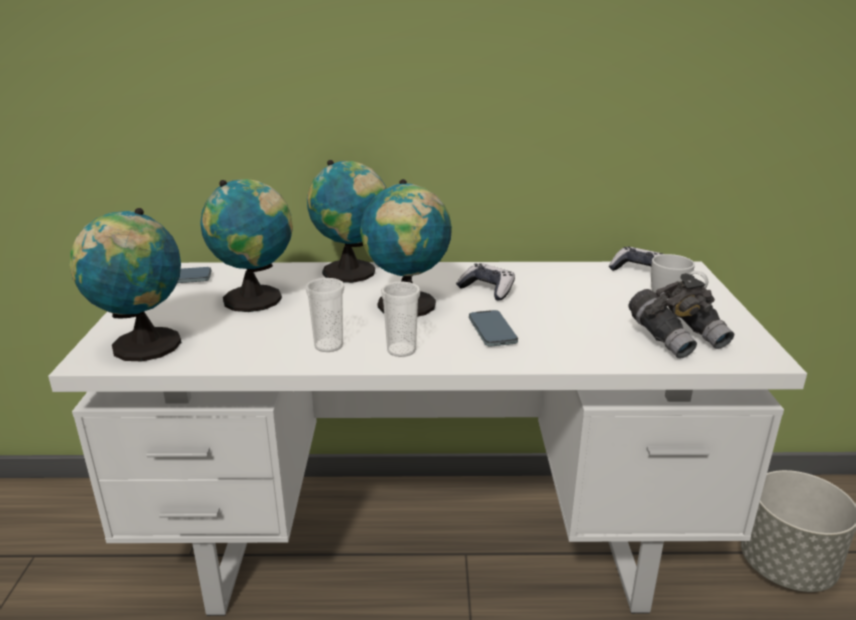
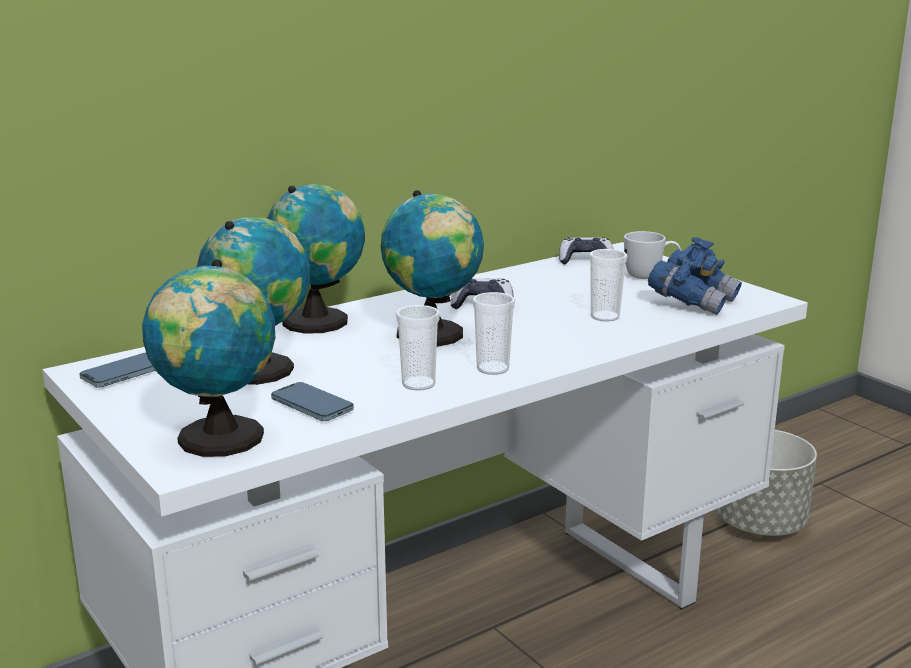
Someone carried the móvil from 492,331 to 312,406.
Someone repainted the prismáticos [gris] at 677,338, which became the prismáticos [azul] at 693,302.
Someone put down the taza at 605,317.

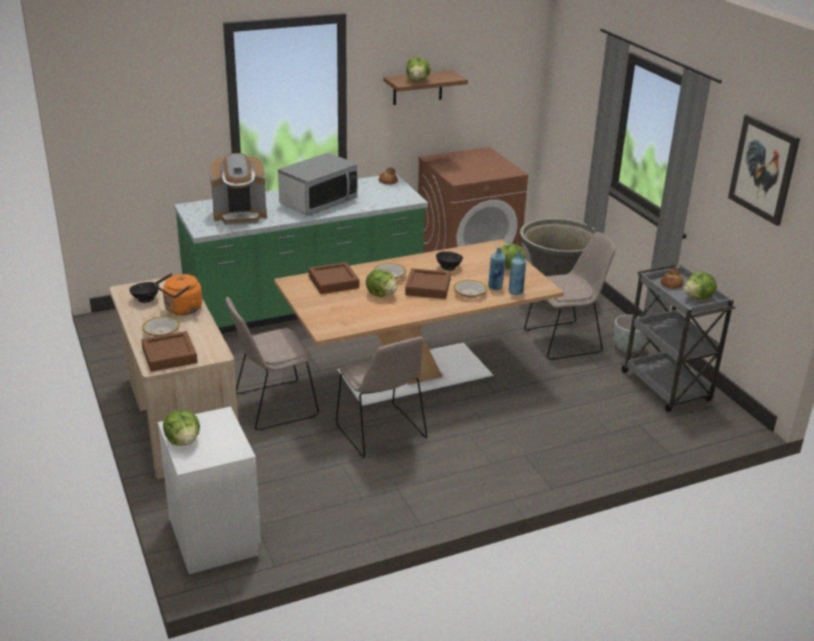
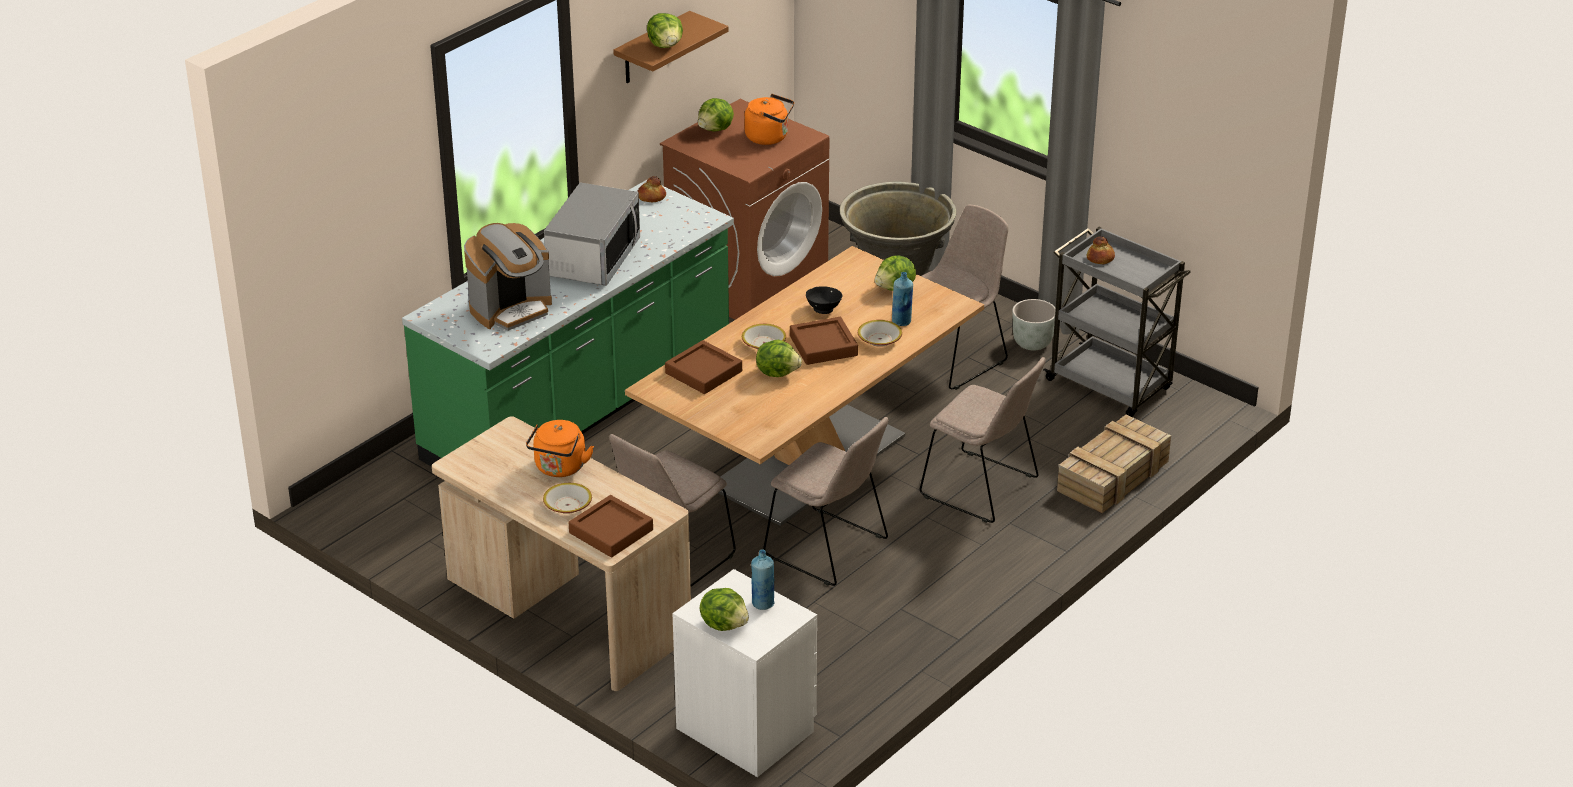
Someone took away the cuenco [negro] at 146,299.
Someone carried the botella [azul] from 515,292 to 763,603.
Someone carried the lechuga from 698,298 to 715,129.
Someone took away the cuadro at 763,169.
Someone put down the hervidor [naranja] at 769,137.
Someone put down the silla [beis] at 982,489.
Someone put down the caja de embalaje at 1112,477.

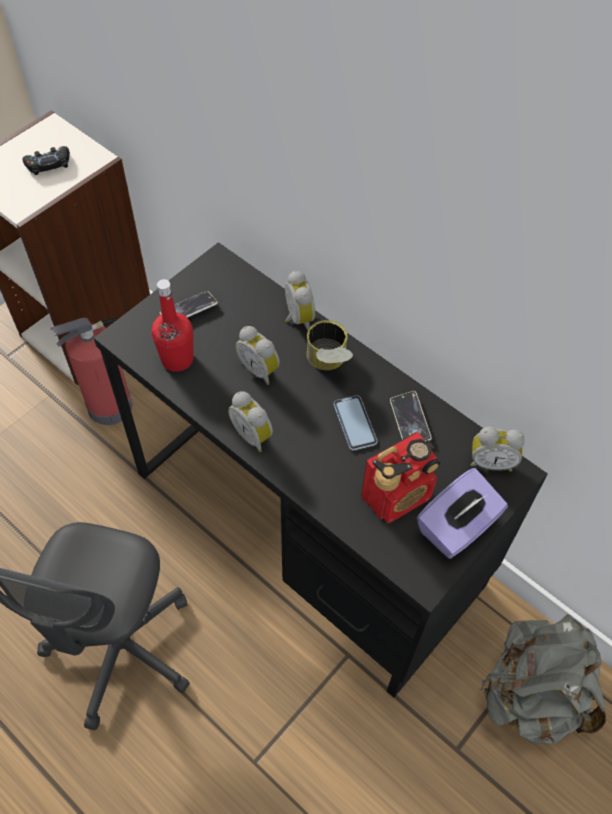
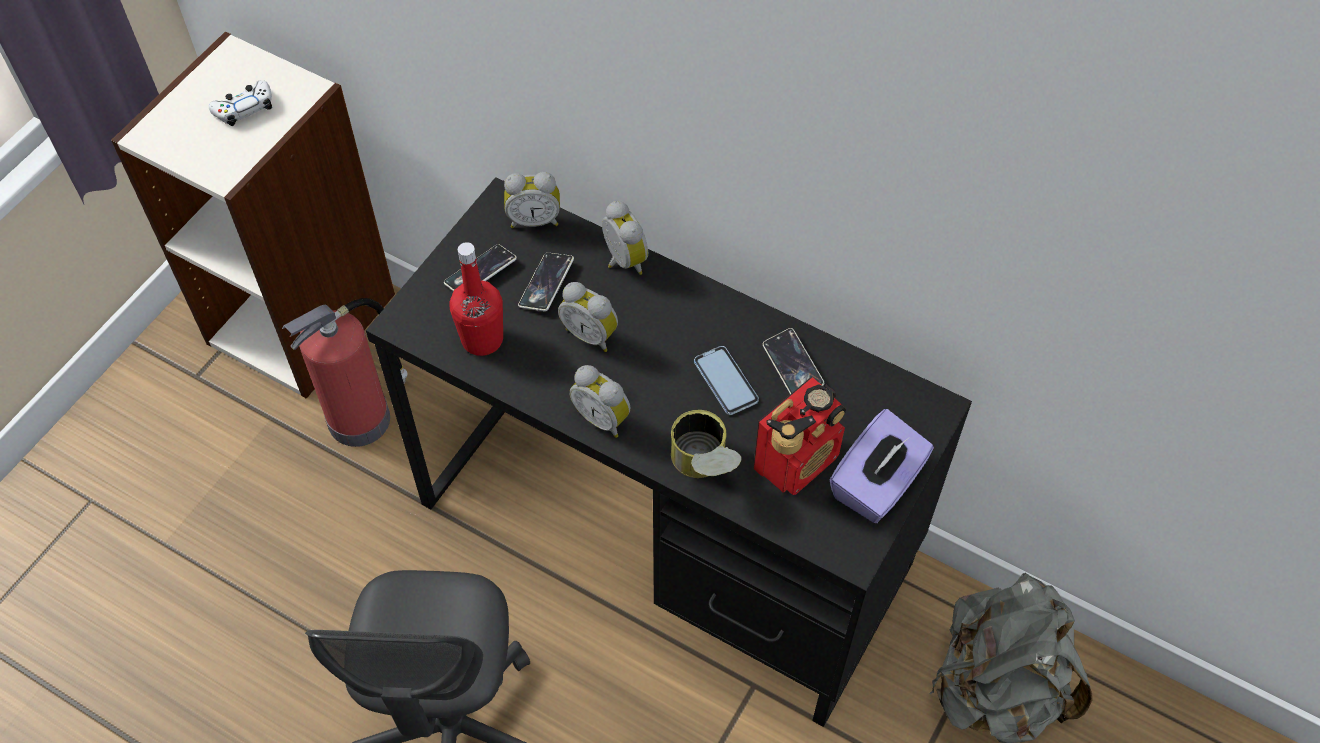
Someone repainted the mando de consola [negro] at 49,164, which became the mando de consola [blanco] at 244,108.
Someone carried the lata from 328,364 to 704,468.
Someone carried the despertador from 491,462 to 534,219.
Someone put down the móvil at 546,284.

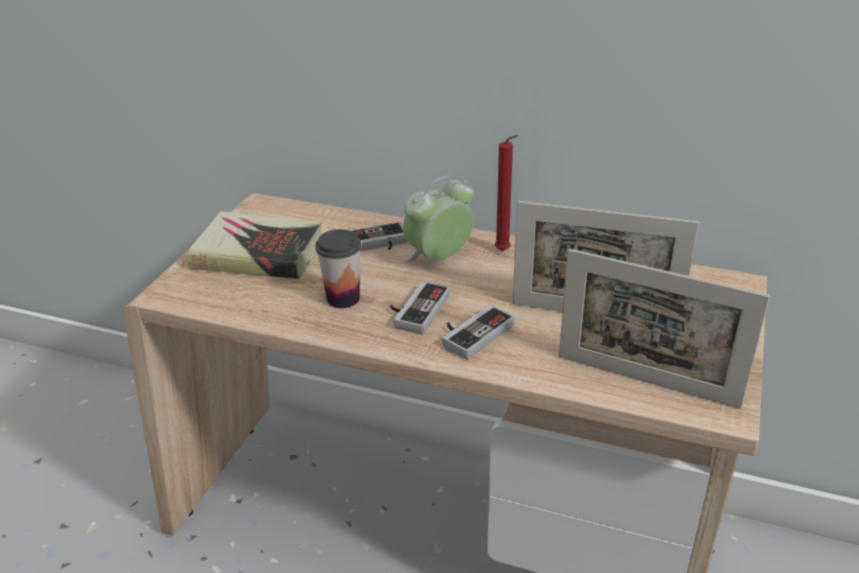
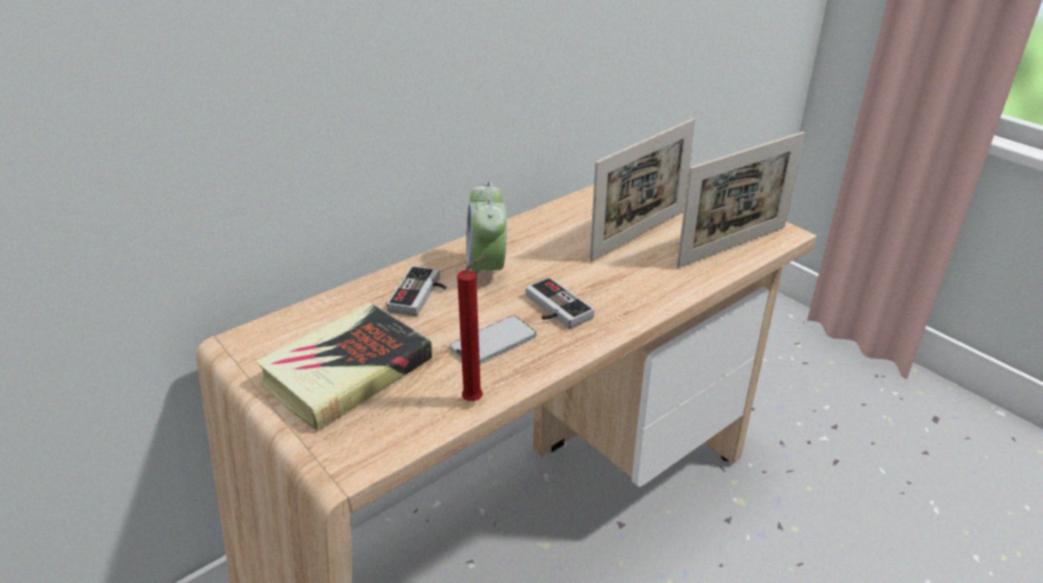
Someone swapped the taza at 343,298 for the móvil at 493,342.
Someone took away the mando de consola at 472,332.
Someone carried the vela [rojo] from 504,252 to 476,400.

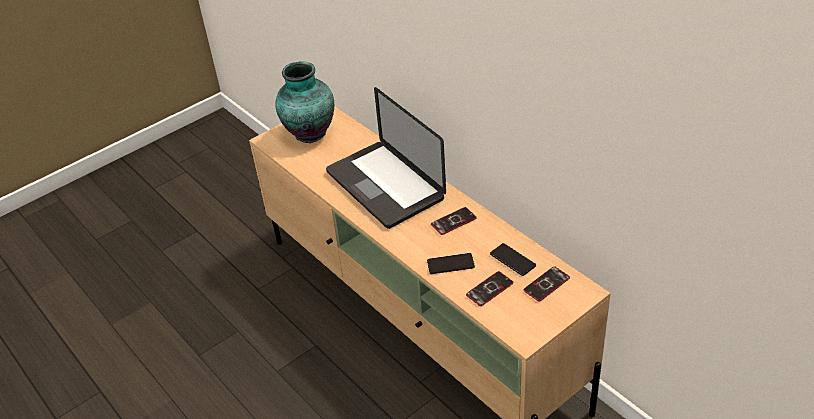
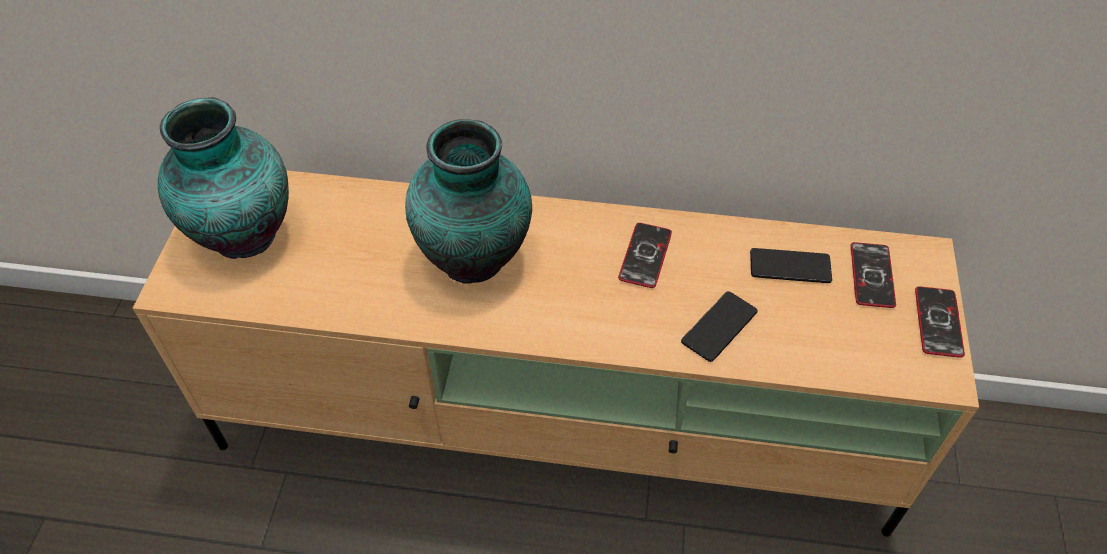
Someone swapped the portátil at 385,185 for the florero at 476,257.
Someone carried the móvil from 489,289 to 938,322.

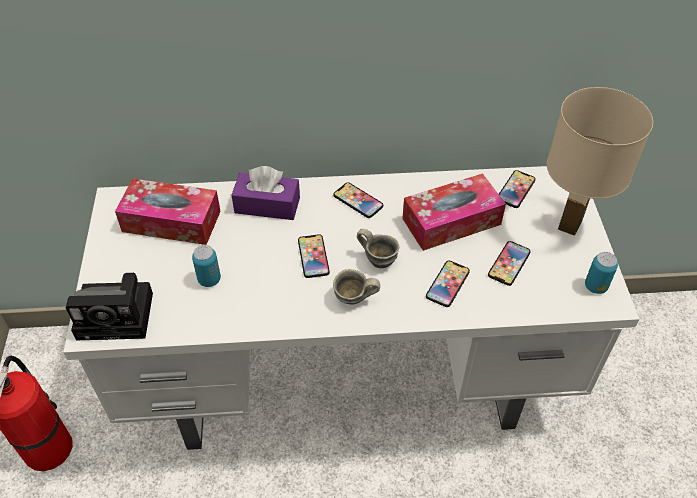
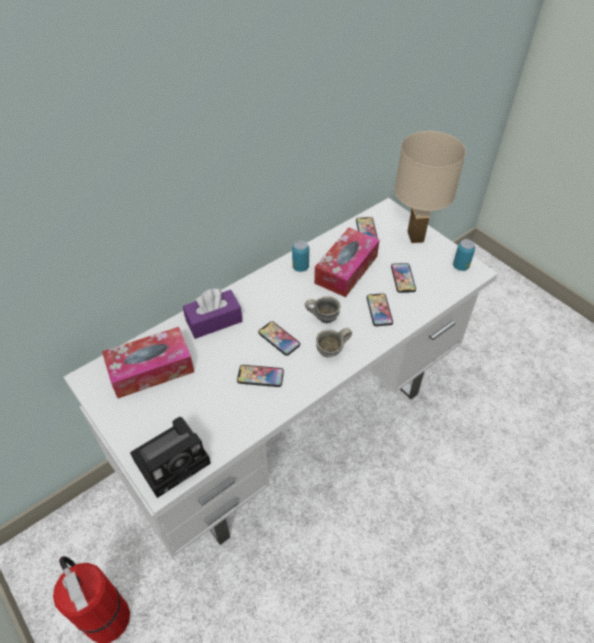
Someone carried the lata from 209,279 to 300,267.
Someone carried the móvil from 358,201 to 260,376.

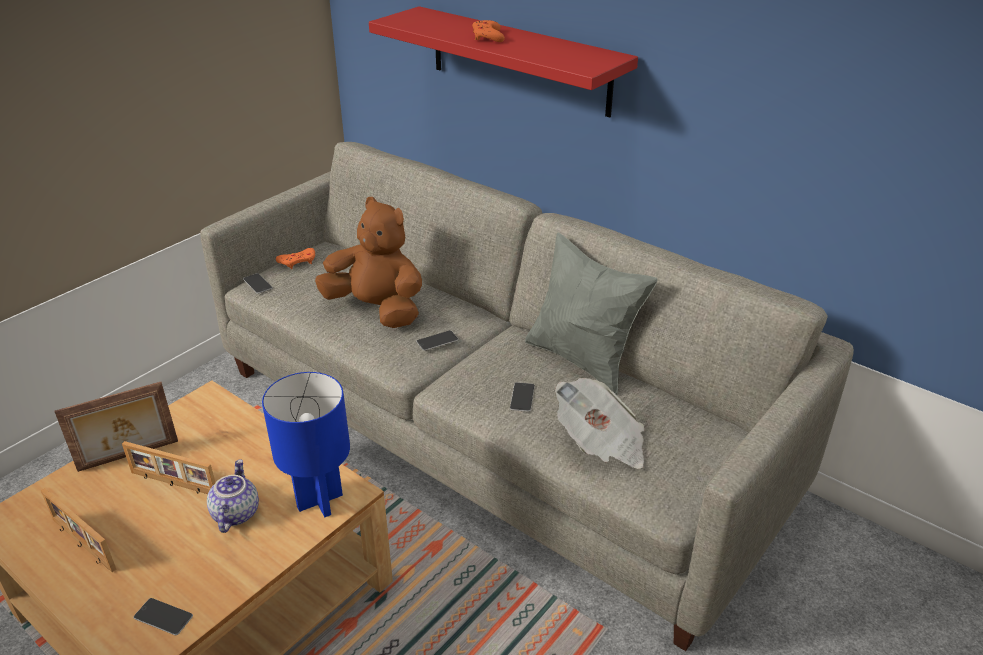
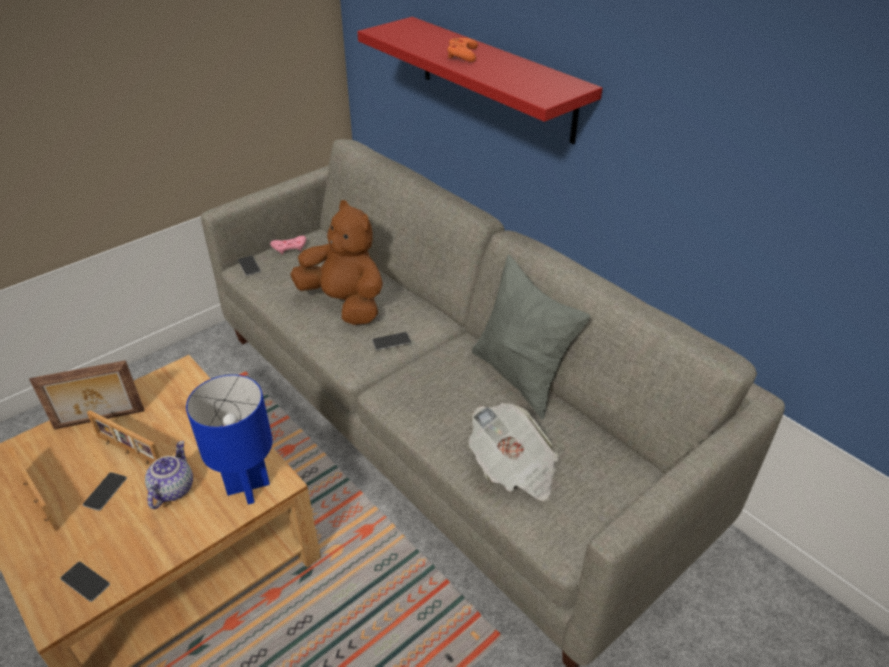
Someone repainted the mando de consola [naranja] at 298,261, which became the mando de consola [rosa] at 289,247.
Someone carried the móvil from 522,397 to 105,491.

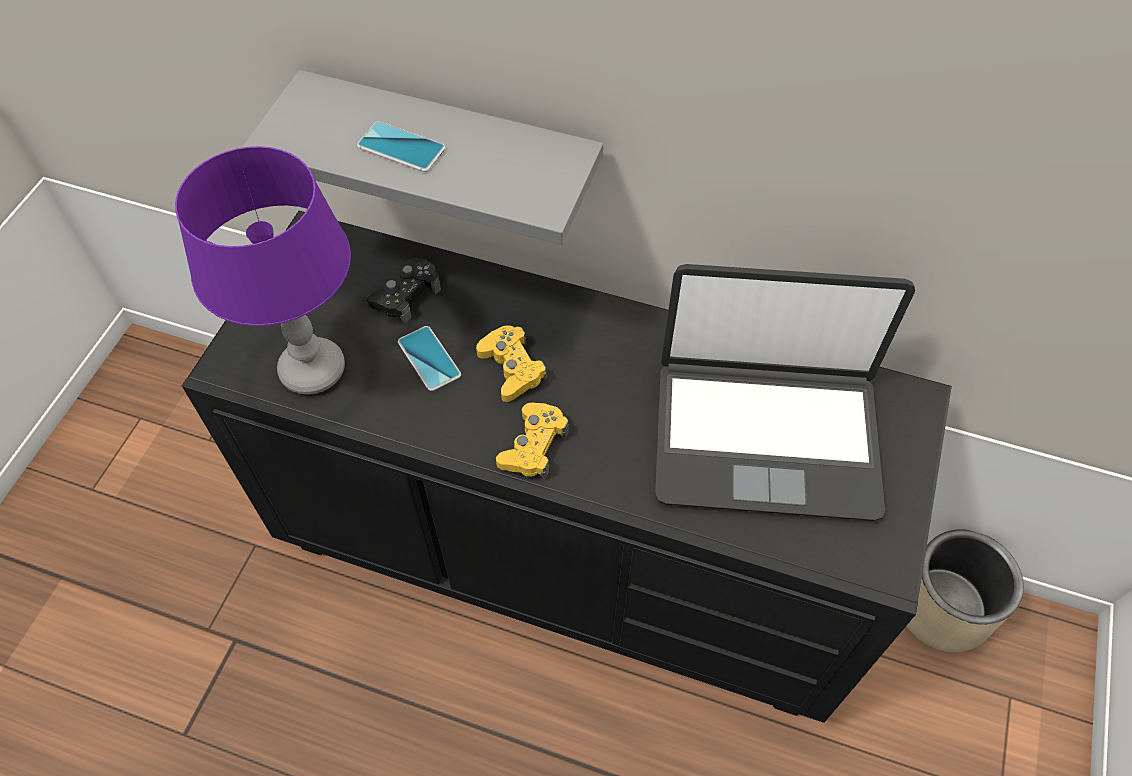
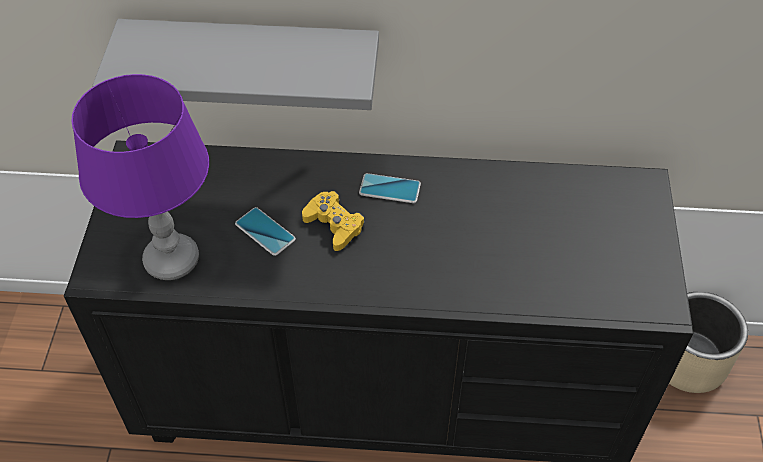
Someone carried the móvil from 401,147 to 390,189.
Someone took away the mando de consola [negro] at 406,295.
Someone took away the mando de consola [amarillo] at 533,446.
Someone took away the portátil at 765,437.

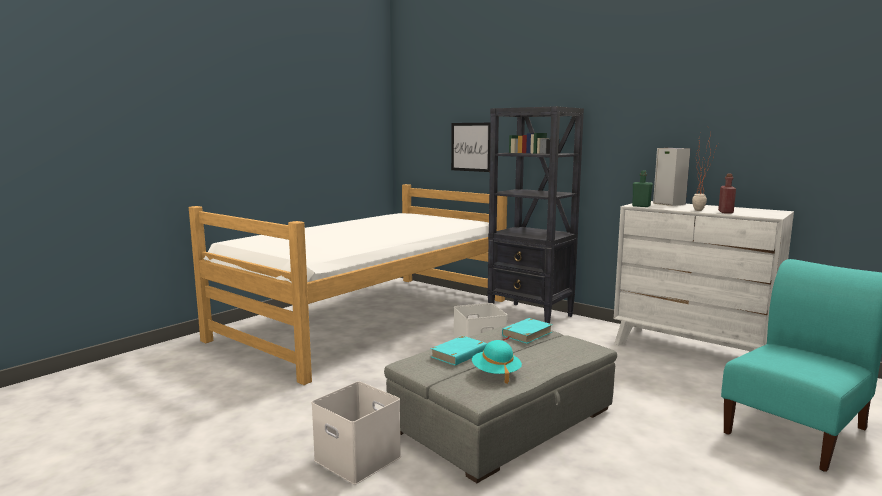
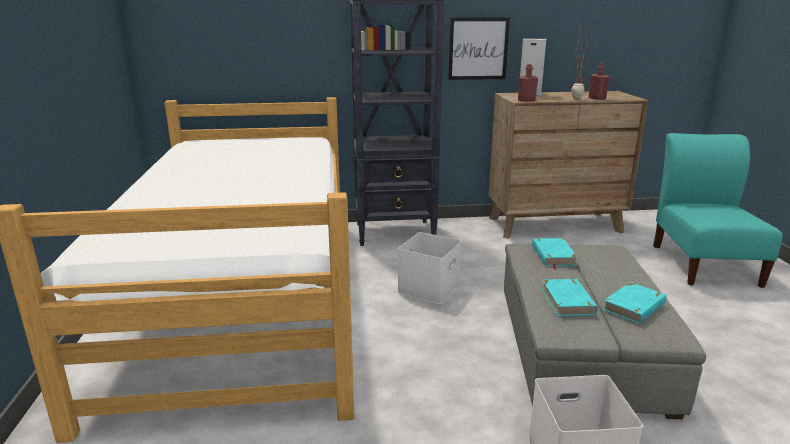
Someone carried the cuadro from 471,147 to 478,48.
Someone swapped the sombrero [turquesa] at 496,373 for the libro [turquesa] at 634,306.
Someone repainted the cómoda [blanco] at 691,350, which became the cómoda [marrón] at 554,225.
Someone repainted the botella [verde] at 641,206, which became the botella [rojo] at 526,100.

